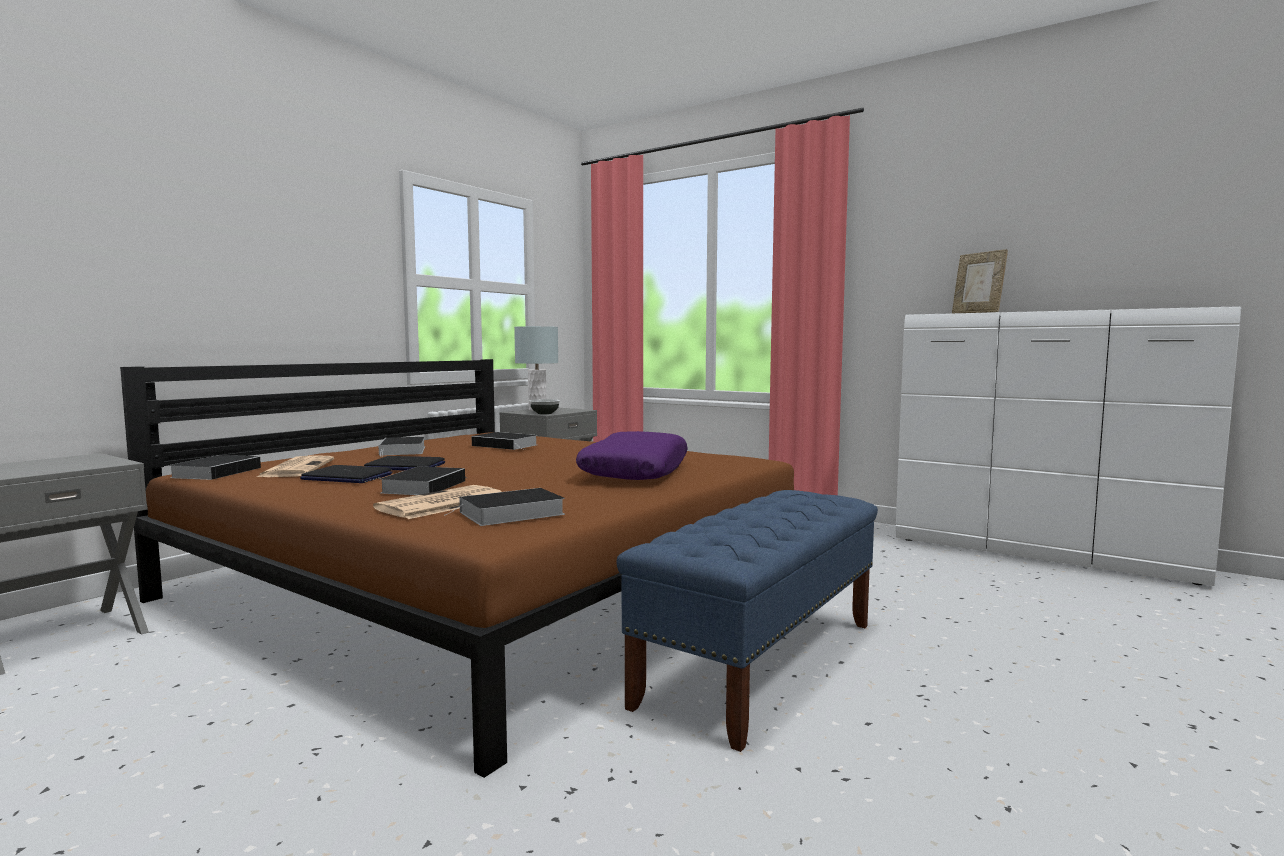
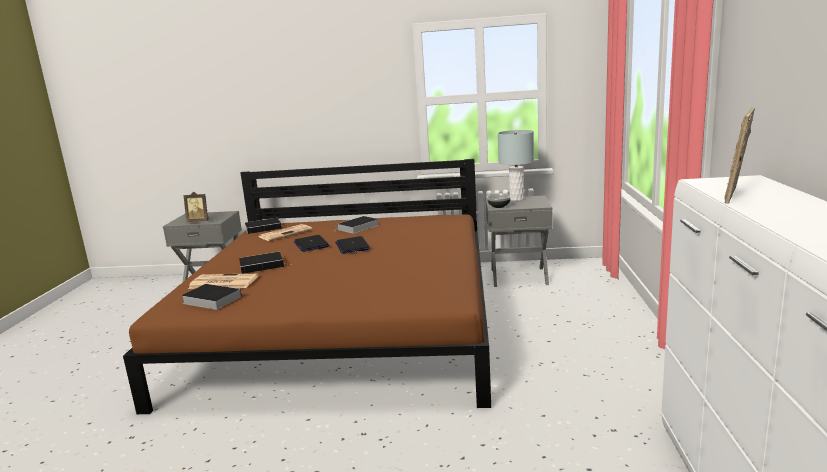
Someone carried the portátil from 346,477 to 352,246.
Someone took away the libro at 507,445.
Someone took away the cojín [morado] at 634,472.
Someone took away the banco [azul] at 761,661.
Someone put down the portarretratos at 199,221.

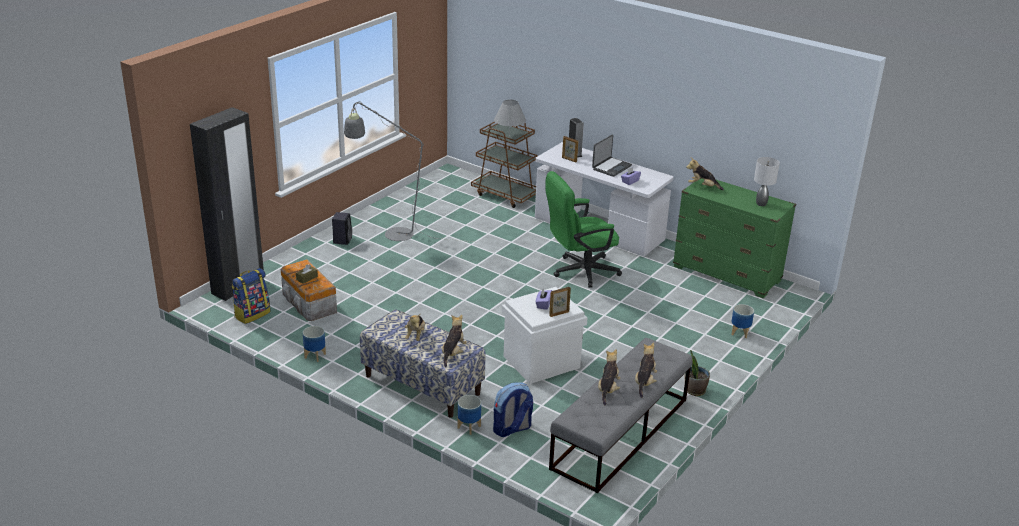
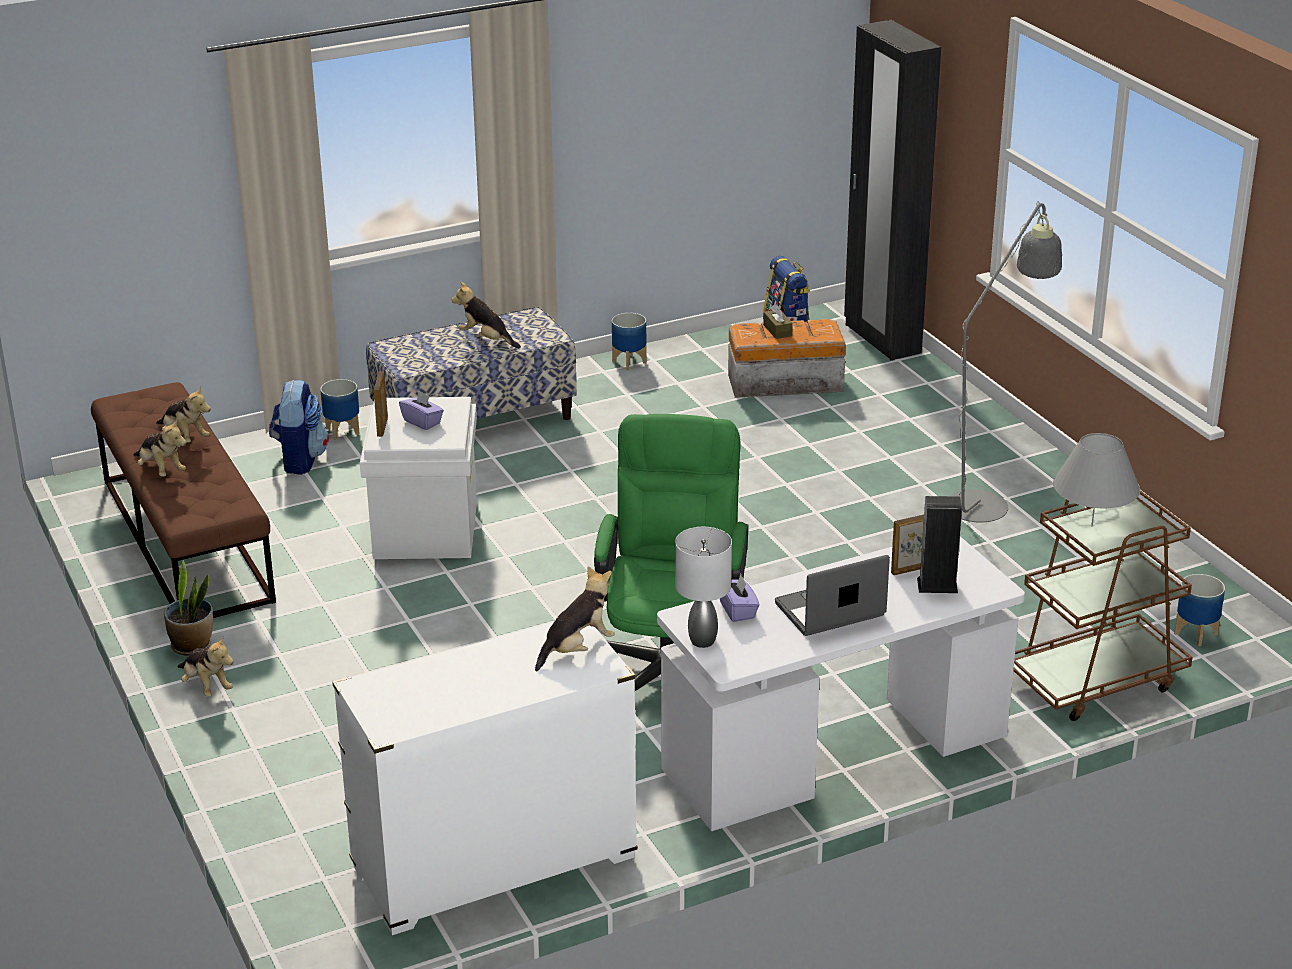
Someone took away the altavoz [negro] at 342,240.
Someone carried the peluche from 453,353 to 206,686.
Someone repainted the banco [gris] at 620,433, which became the banco [marrón] at 186,539.
Someone rotated the portátil at 611,167 by 90 degrees clockwise.
Someone repainted the cómoda [verde] at 727,274, which became the cómoda [blanco] at 493,864.
Someone carried the maceta from 740,332 to 1196,634.
Someone carried the lámpara de mesa [gris] from 761,204 to 703,641.

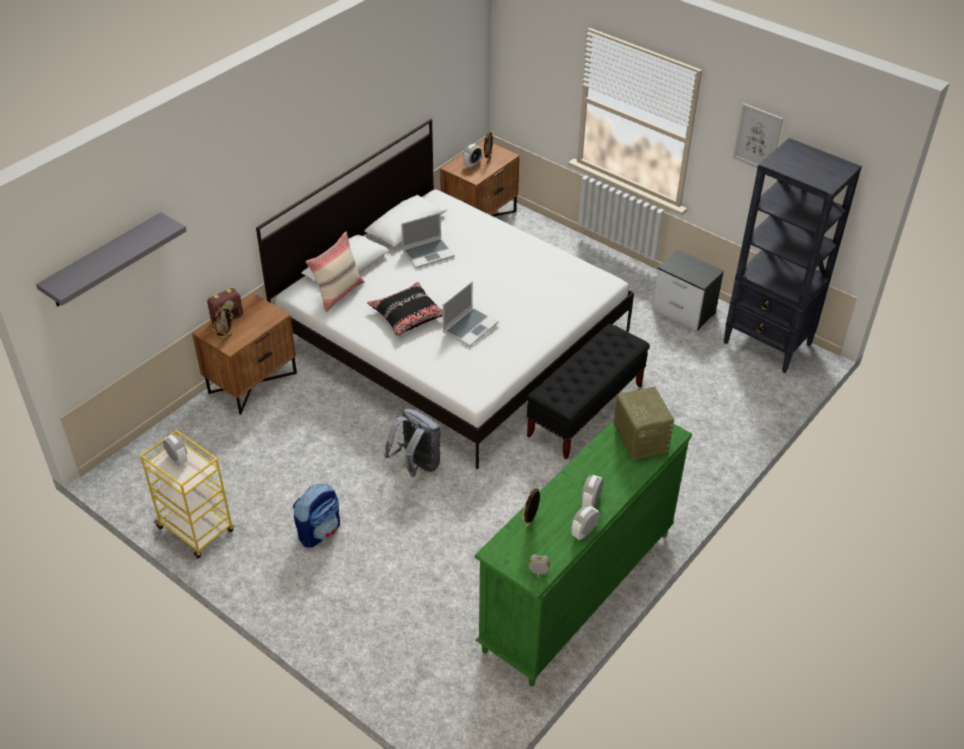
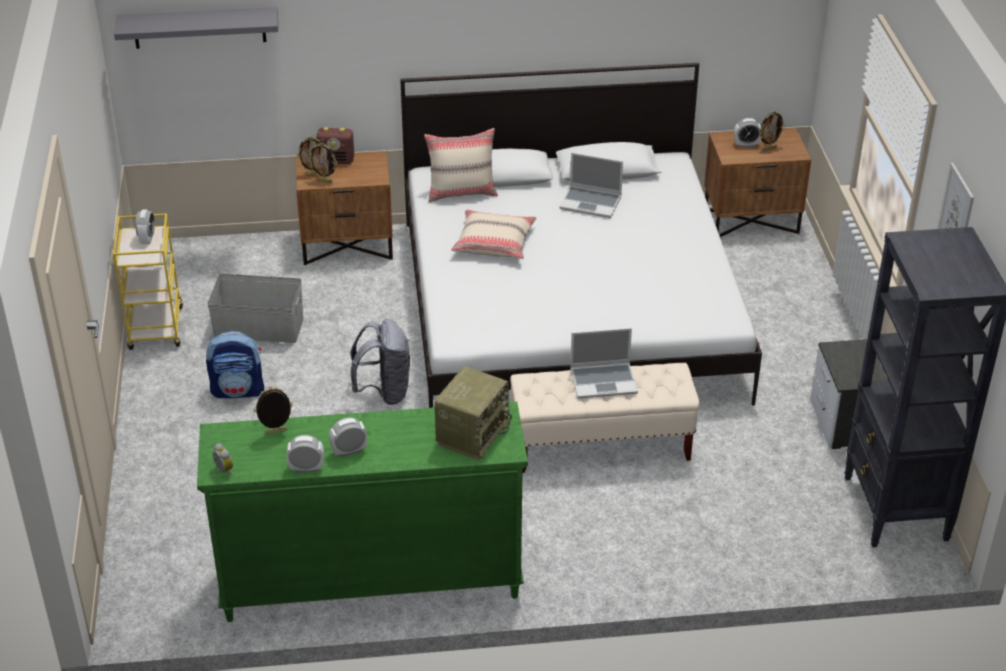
Someone repainted the cojín [negro] at 408,315, which became the cojín [beis] at 494,243.
Someone carried the portátil from 470,327 to 604,381.
Someone repainted the banco [negro] at 585,411, which became the banco [beis] at 601,446.
Someone put down the caja de almacenaje [gris] at 258,327.
Someone put down the portarretratos at 324,181.

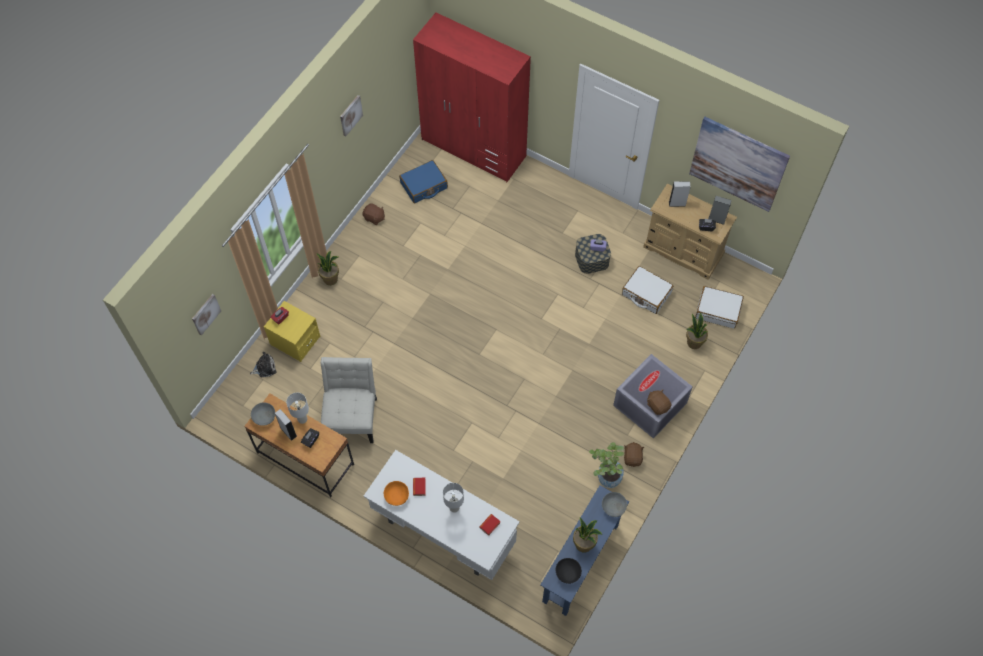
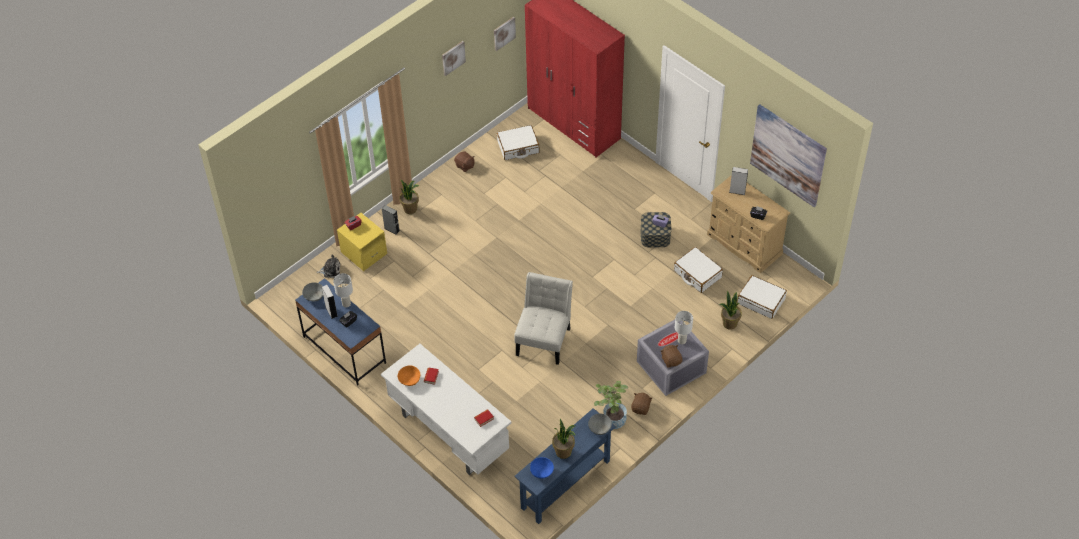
Someone carried the cuadro from 205,314 to 504,33.
Someone repainted the escritorio [marrón] at 305,458, which became the escritorio [azul] at 344,350.
Someone carried the silla [blanco] from 352,416 to 544,339.
Someone repainted the maleta [azul] at 424,186, which became the maleta [blanco] at 518,147.
Someone carried the lámpara de mesa [blanco] from 454,507 to 681,340.
Someone repainted the cuenco [negro] at 568,573, which became the cuenco [azul] at 542,472.
Someone carried the altavoz [gris] from 716,219 to 392,229.

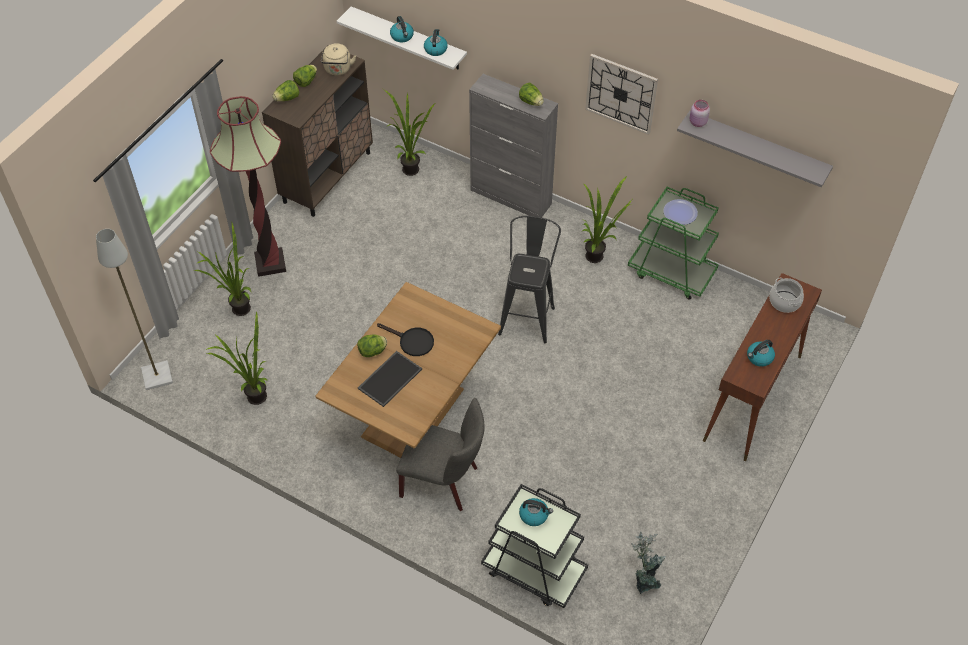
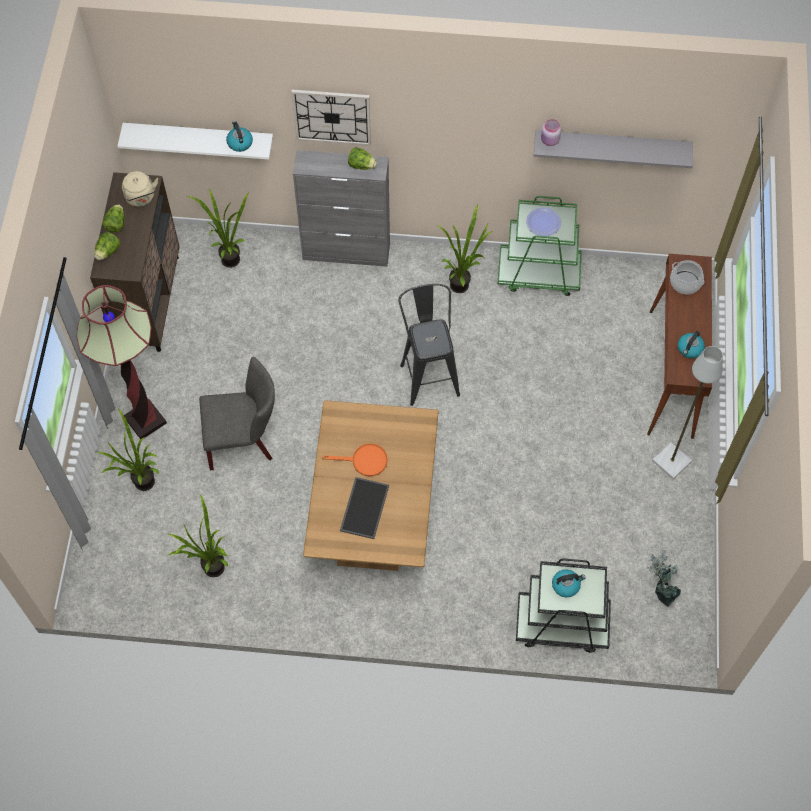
Someone carried the lámpara de pie [gris] from 156,376 to 671,461.
Someone took away the lechuga at 373,351.
Someone repainted the sartén [negro] at 412,341, which became the sartén [naranja] at 364,461.
Someone took away the hervidor at 402,36.
Someone carried the silla [gris] from 444,482 to 244,440.
Someone carried the reloj de pared from 621,93 to 332,116.

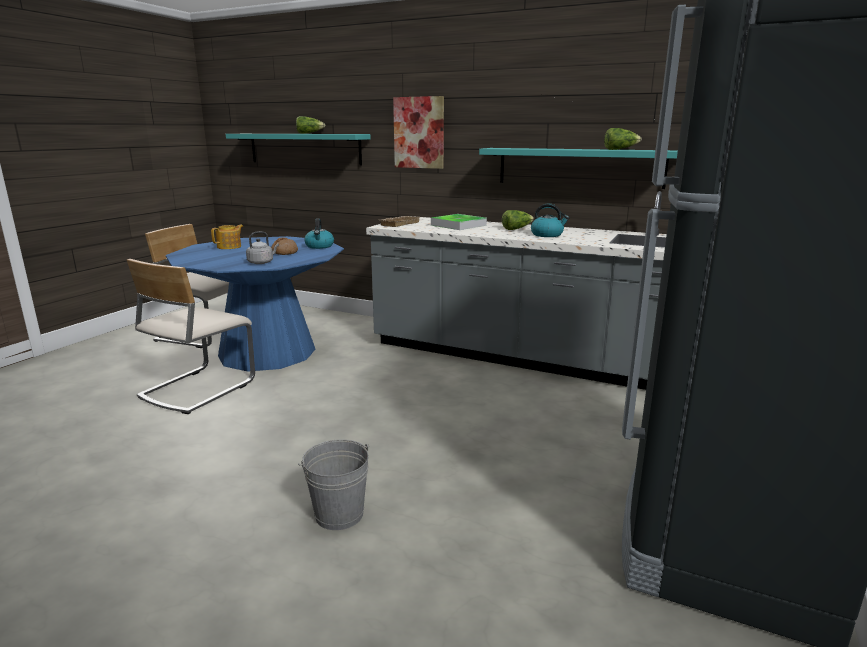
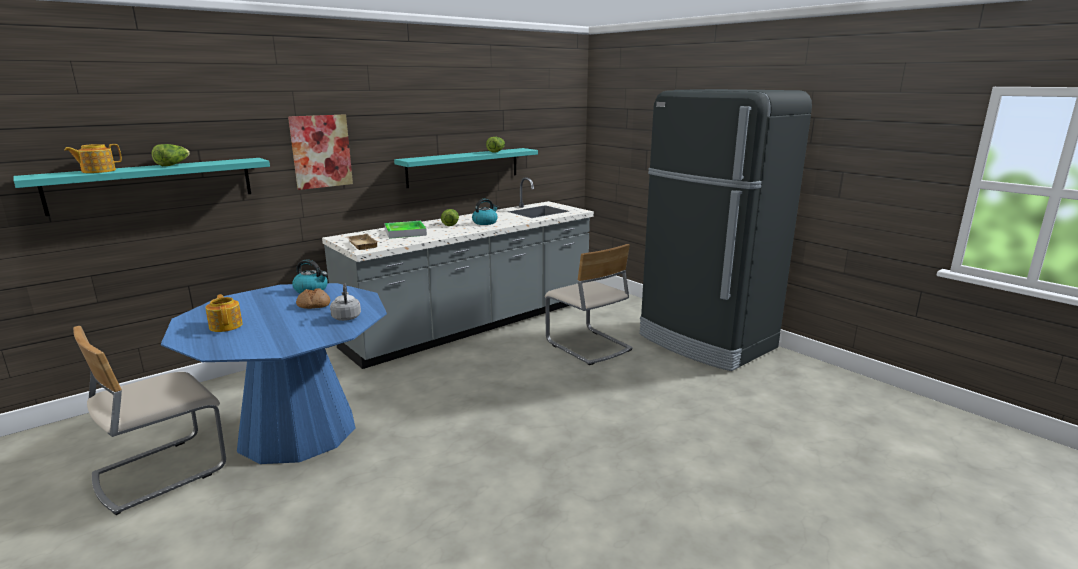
Someone carried the silla [beis] from 197,389 to 588,346.
Someone took away the cubo [gris] at 339,514.
Someone put down the tetera at 98,171.

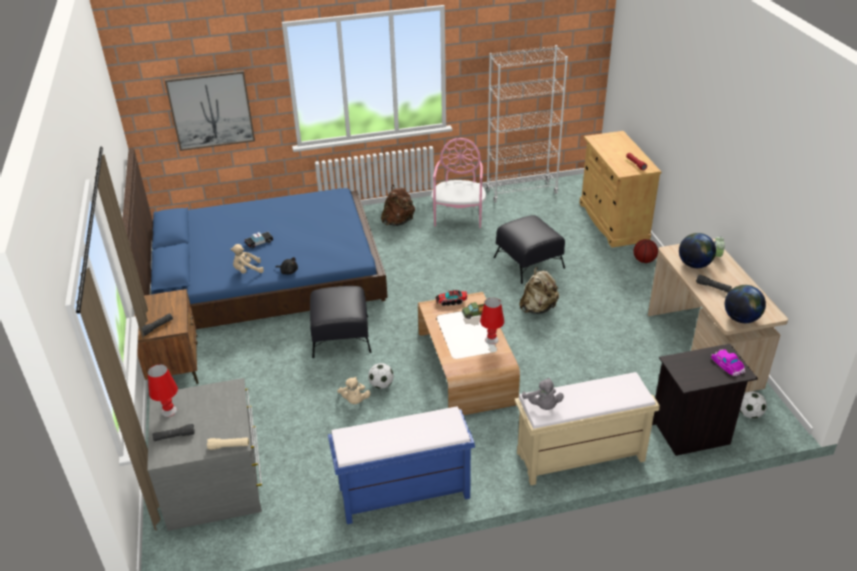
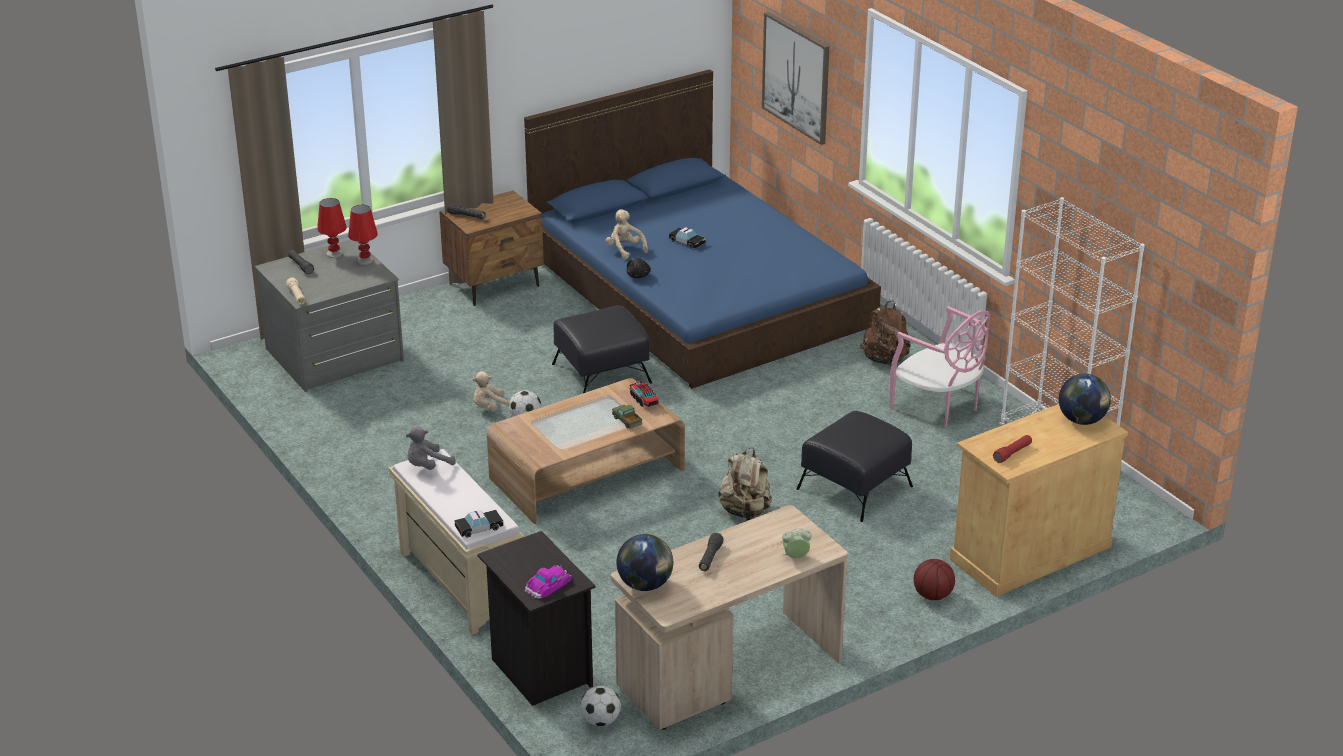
Someone took away the banco [azul] at 403,494.
Someone rotated the silla [rosa] at 459,216 by 60 degrees clockwise.
Someone carried the lámpara de mesa [rojo] from 491,340 to 365,260.
Someone carried the globo terráqueo from 694,264 to 1082,420.
Someone put down the coche de juguete at 479,528.

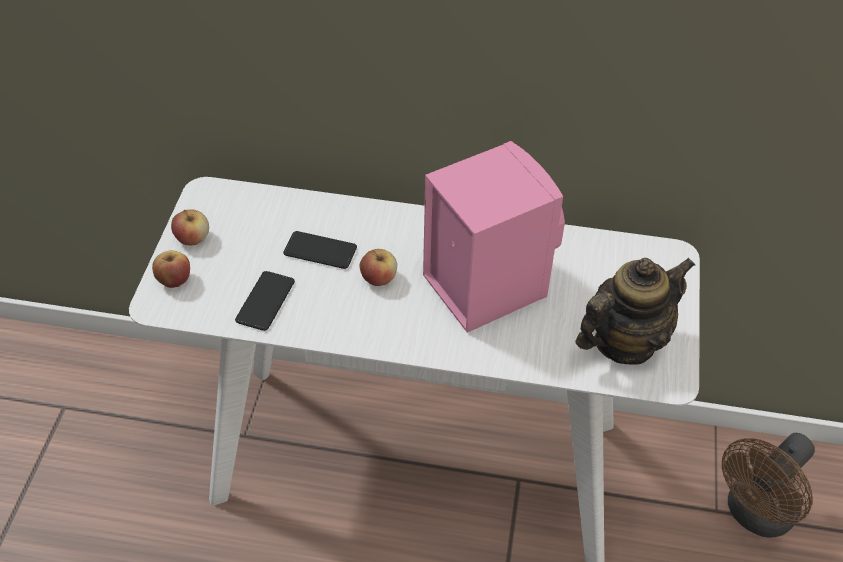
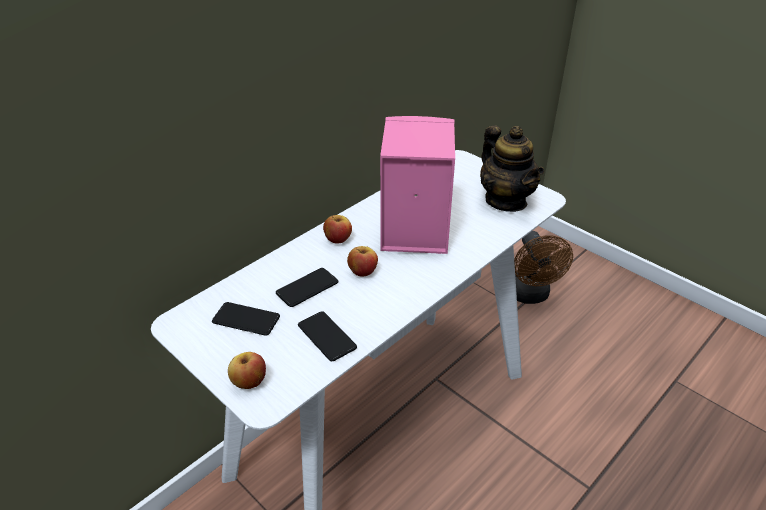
Someone carried the manzana from 193,238 to 337,239.
Someone rotated the tetera at 624,342 by 150 degrees clockwise.
Someone put down the móvil at 246,319.

